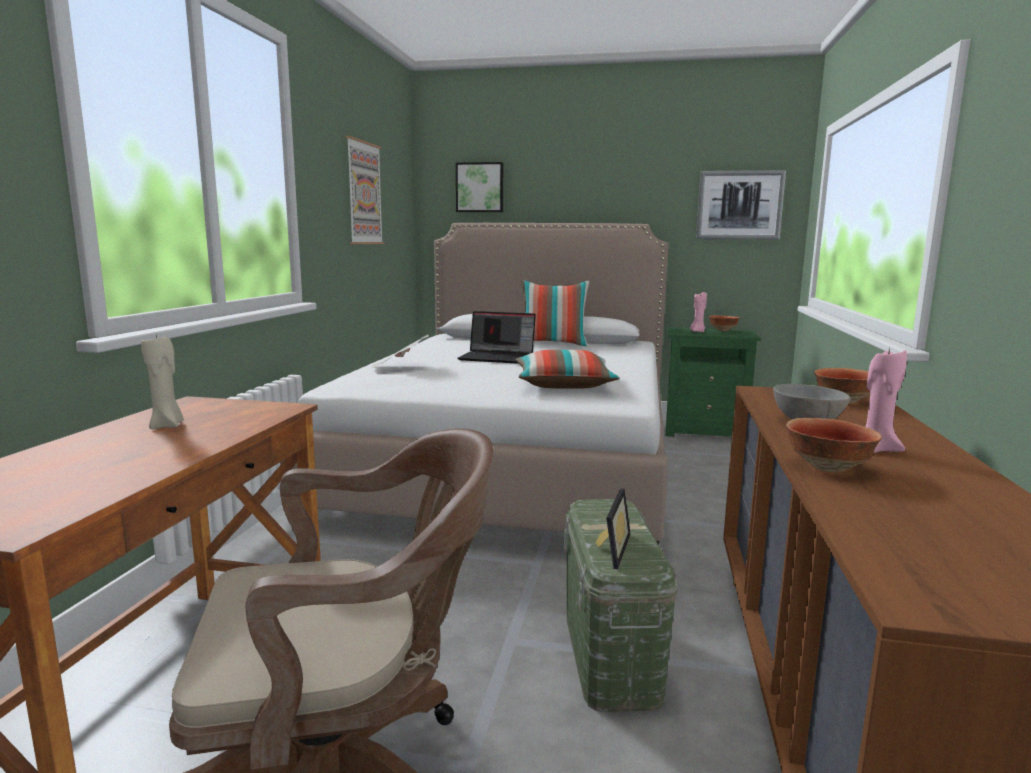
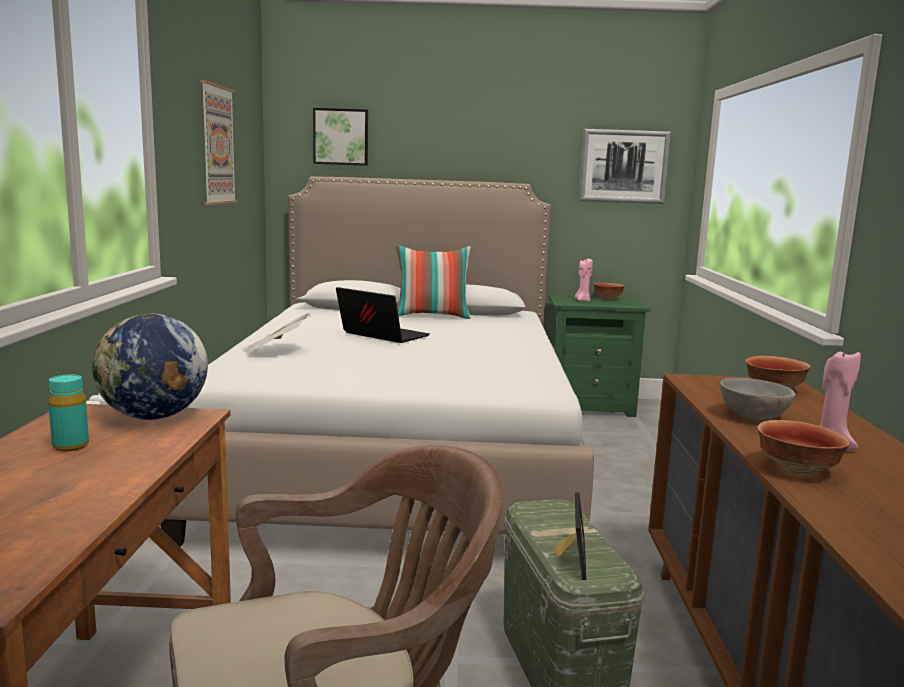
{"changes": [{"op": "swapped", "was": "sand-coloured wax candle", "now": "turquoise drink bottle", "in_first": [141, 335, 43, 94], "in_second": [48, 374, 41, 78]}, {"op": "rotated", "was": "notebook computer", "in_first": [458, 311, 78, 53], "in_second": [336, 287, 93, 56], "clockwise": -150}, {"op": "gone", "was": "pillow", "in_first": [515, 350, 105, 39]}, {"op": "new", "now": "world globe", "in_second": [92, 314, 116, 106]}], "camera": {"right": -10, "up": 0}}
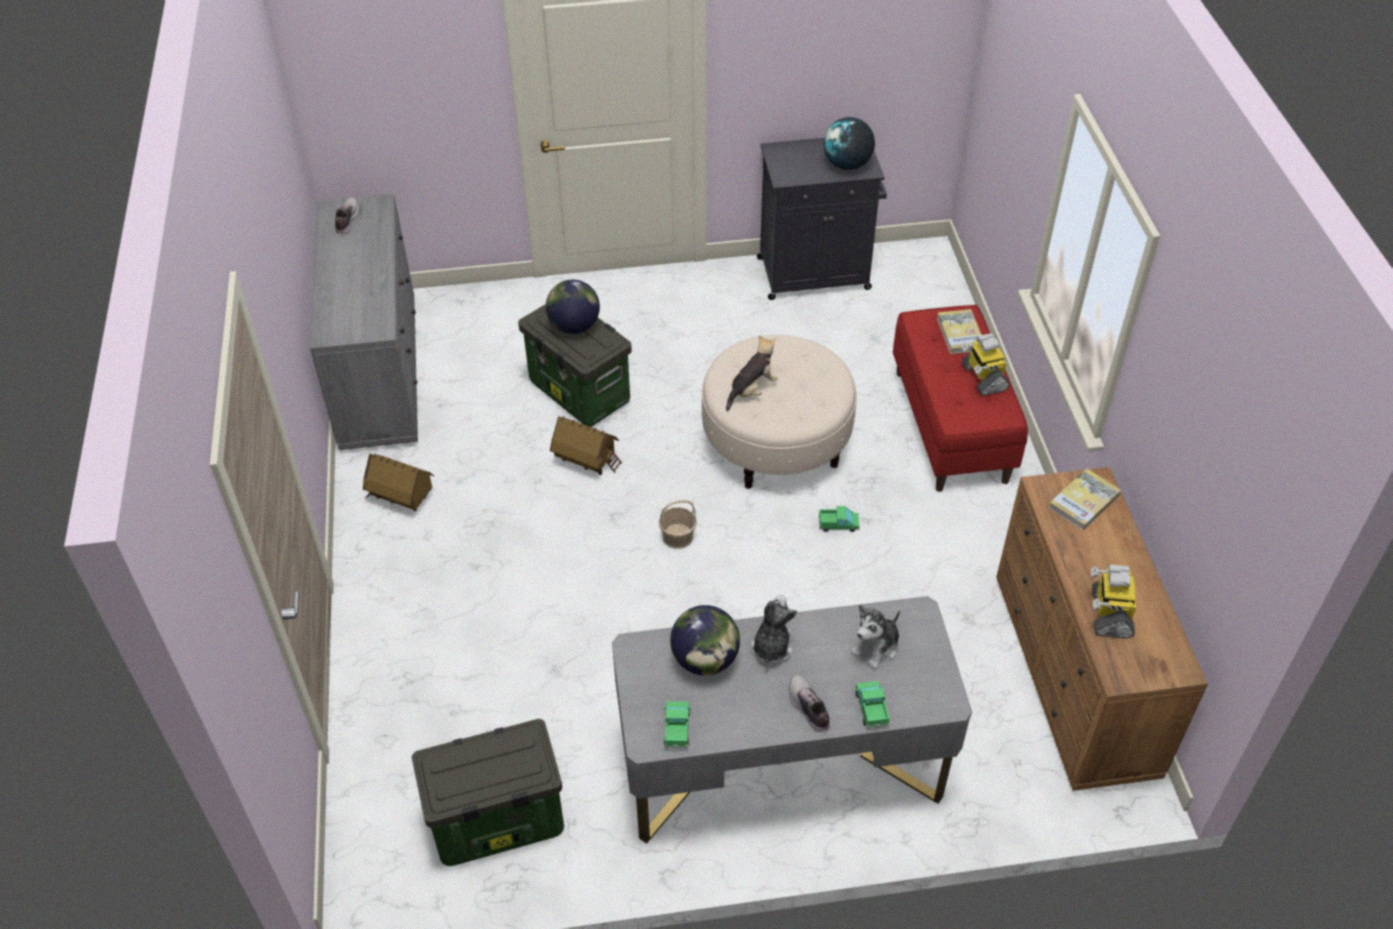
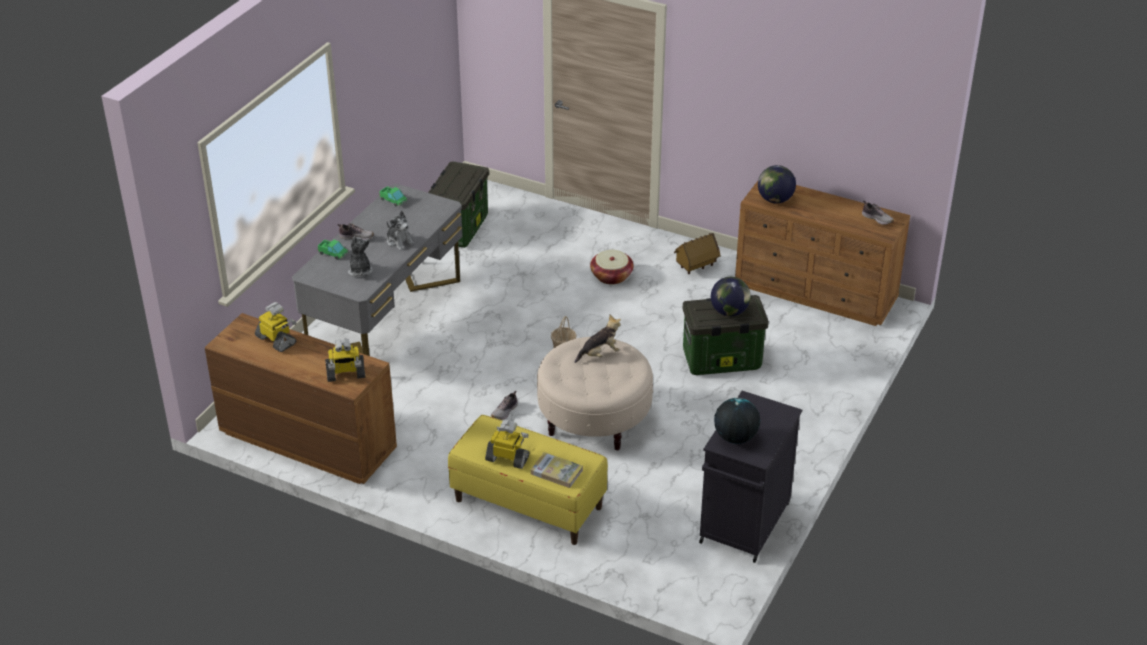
{"changes": [{"op": "repainted", "was": "gray chest of drawers", "now": "brownish chest of drawers", "in_first": [310, 194, 108, 256], "in_second": [735, 181, 175, 145]}, {"op": "gone", "was": "model house", "in_first": [550, 416, 72, 59]}, {"op": "shifted", "was": "world globe", "in_first": [670, 605, 70, 71], "in_second": [758, 165, 38, 38]}, {"op": "rotated", "was": "cuddly toy", "in_first": [726, 335, 52, 76], "in_second": [574, 315, 47, 48], "clockwise": -105}, {"op": "swapped", "was": "toy lorry", "now": "shoe", "in_first": [819, 506, 41, 26], "in_second": [491, 390, 27, 30]}, {"op": "repainted", "was": "reddish long seat", "now": "yellow-coloured long seat", "in_first": [893, 305, 135, 187], "in_second": [448, 415, 160, 130]}, {"op": "swapped", "was": "volume", "now": "robot figure", "in_first": [1049, 468, 72, 62], "in_second": [325, 339, 40, 43]}, {"op": "new", "now": "household basket", "in_second": [590, 250, 44, 34]}], "camera": {"right": 125, "up": -10}}
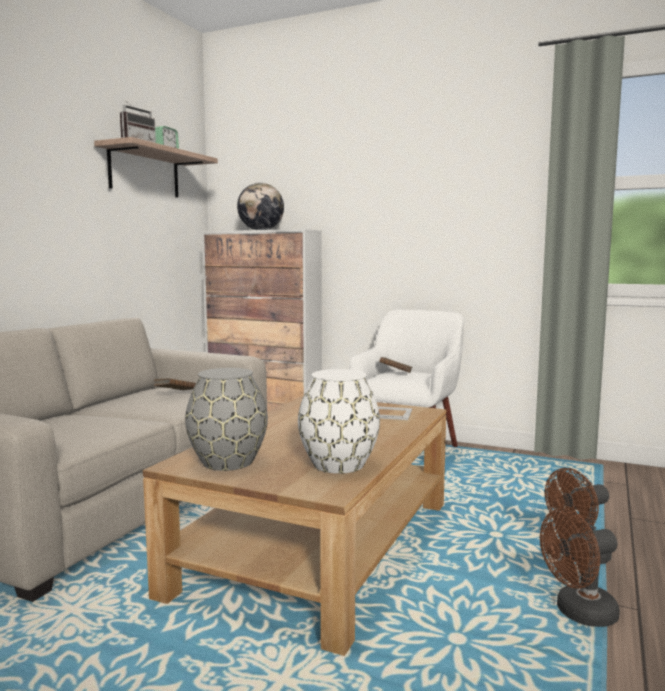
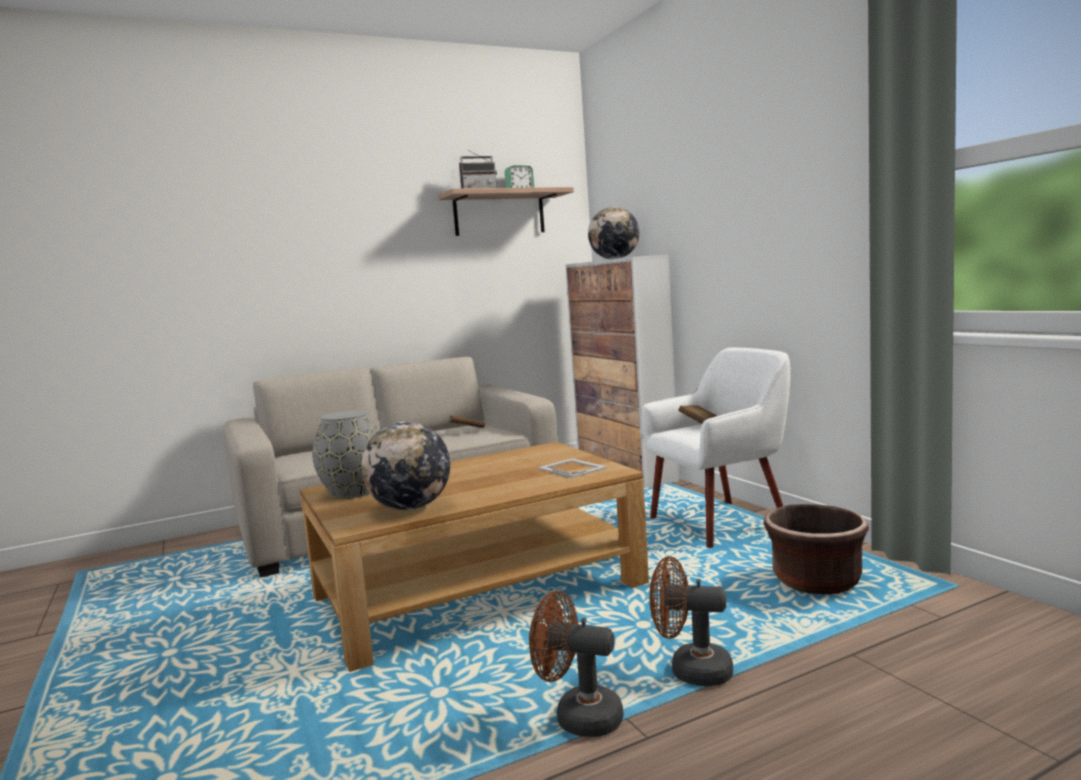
{"changes": [{"op": "swapped", "was": "white vase", "now": "world globe", "in_first": [298, 369, 82, 105], "in_second": [361, 422, 89, 88]}, {"op": "new", "now": "brownish planter", "in_second": [763, 504, 106, 90]}], "camera": {"right": 40, "up": 0}}
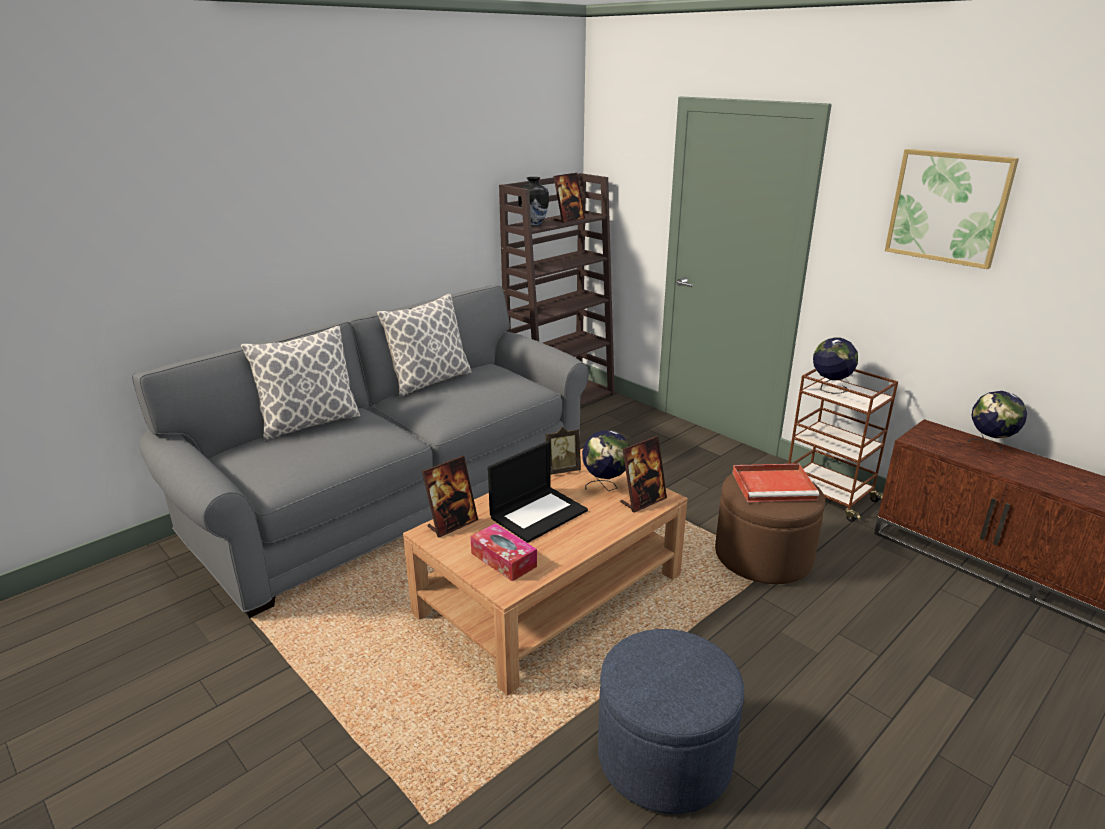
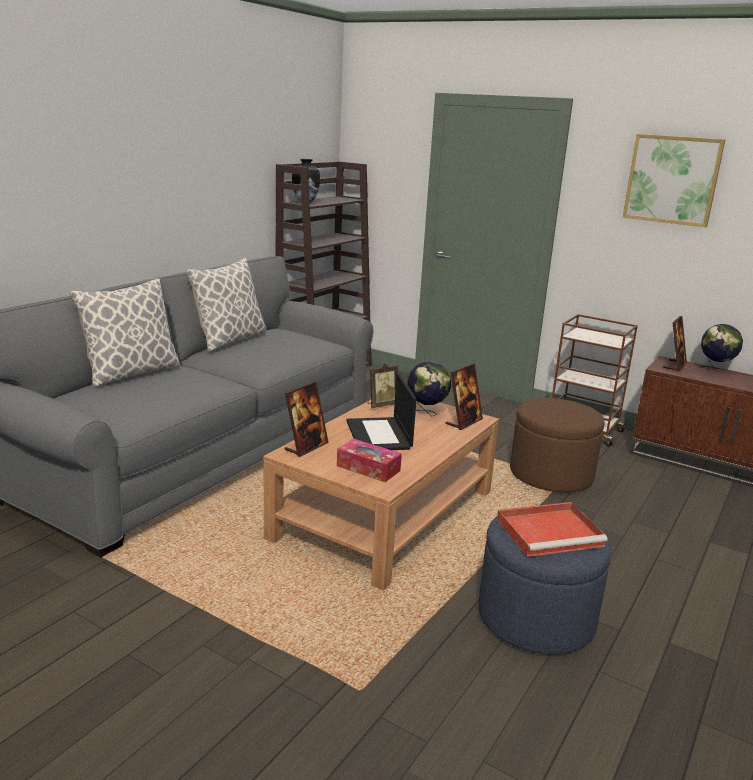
{"changes": [{"op": "rotated", "was": "notebook computer", "in_first": [488, 441, 100, 102], "in_second": [346, 373, 71, 77], "clockwise": 135}, {"op": "shifted", "was": "standing frame", "in_first": [554, 173, 31, 50], "in_second": [663, 316, 24, 55]}, {"op": "shifted", "was": "reddish carrying tray", "in_first": [733, 464, 86, 38], "in_second": [497, 502, 111, 55]}, {"op": "gone", "was": "world globe", "in_first": [813, 337, 45, 57]}], "camera": {"right": -15, "up": -5}}
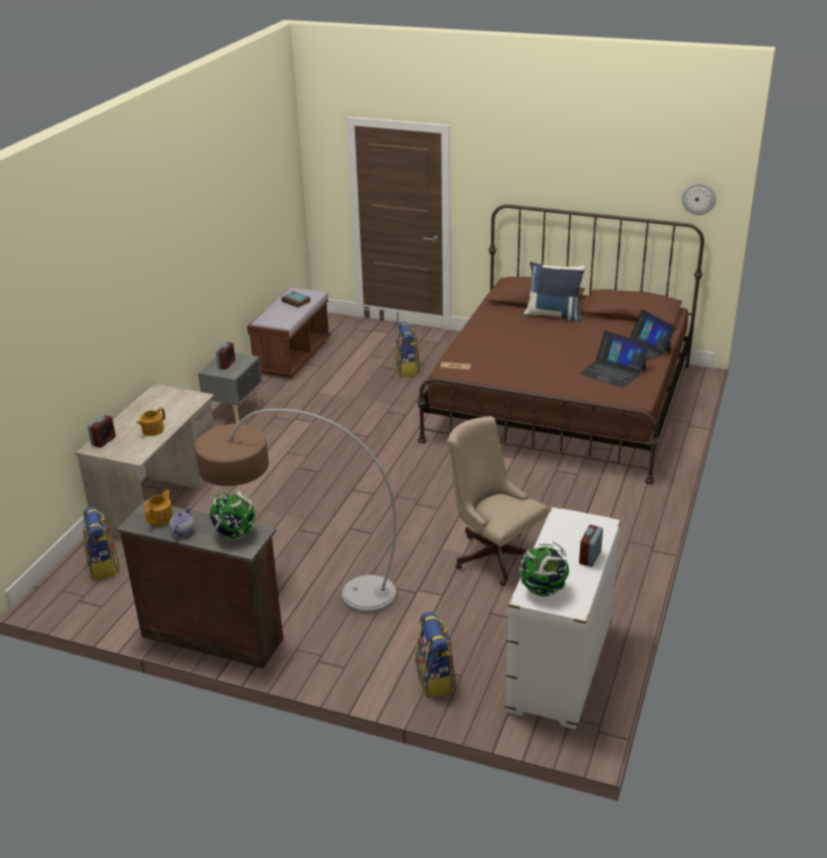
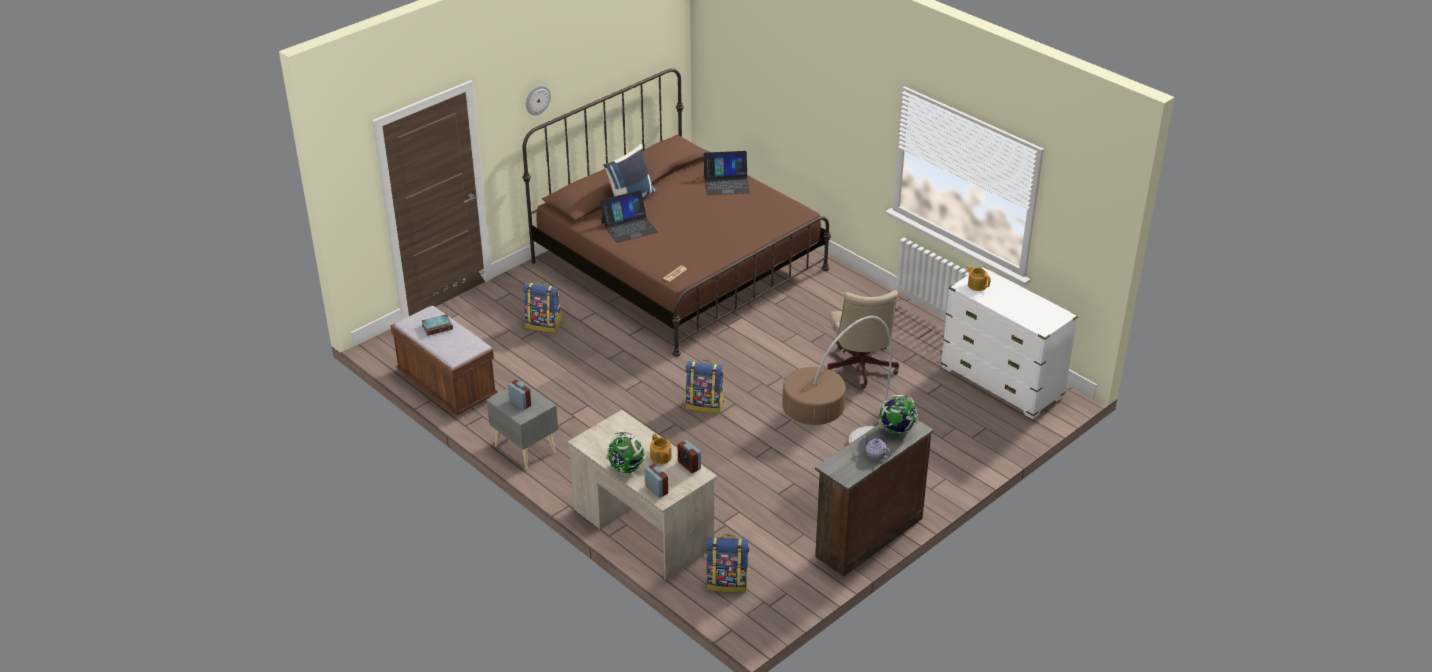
{"changes": [{"op": "shifted", "was": "tea pot", "in_first": [145, 490, 28, 36], "in_second": [967, 265, 24, 26]}, {"op": "shifted", "was": "backpack", "in_first": [415, 612, 41, 86], "in_second": [686, 360, 38, 53]}, {"op": "rotated", "was": "sand-coloured office chair", "in_first": [447, 416, 101, 170], "in_second": [827, 290, 72, 99], "clockwise": -75}, {"op": "shifted", "was": "world globe", "in_first": [519, 542, 50, 55], "in_second": [606, 432, 39, 42]}, {"op": "shifted", "was": "notebook computer", "in_first": [579, 331, 70, 57], "in_second": [600, 190, 58, 53]}, {"op": "shifted", "was": "bedside clock", "in_first": [579, 525, 24, 42], "in_second": [678, 440, 23, 33]}, {"op": "shifted", "was": "wall clock", "in_first": [682, 183, 34, 32], "in_second": [526, 85, 25, 30]}], "camera": {"right": -65, "up": 5}}
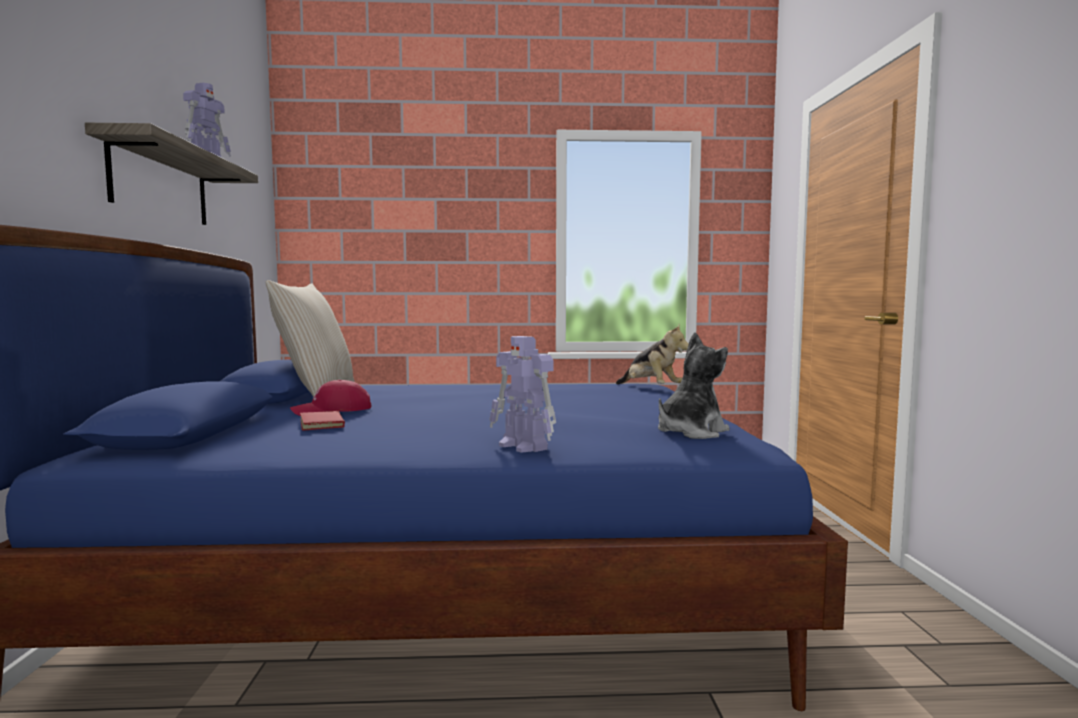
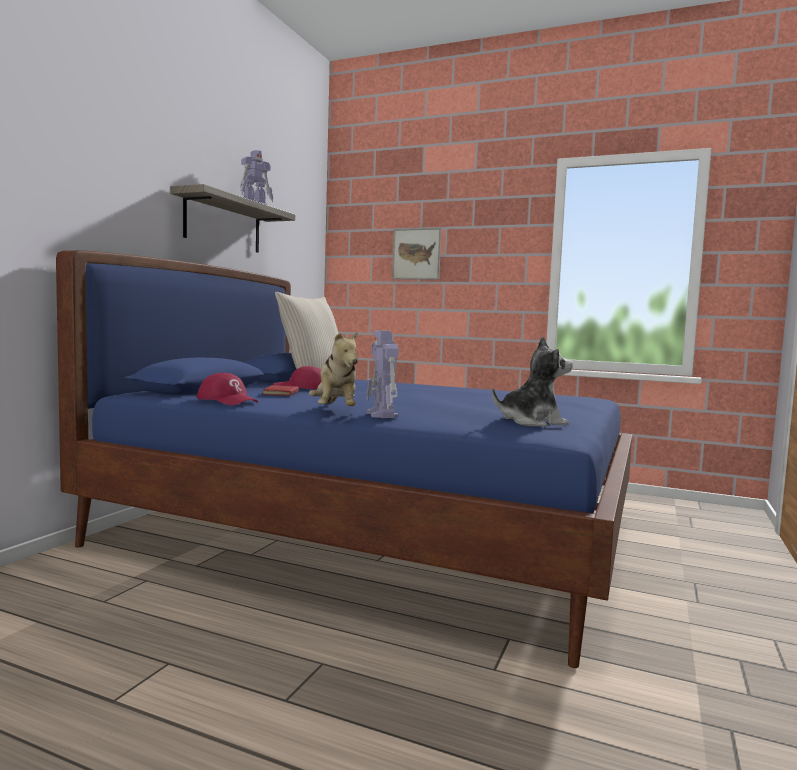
{"changes": [{"op": "shifted", "was": "cuddly toy", "in_first": [616, 324, 73, 60], "in_second": [309, 331, 49, 75]}, {"op": "new", "now": "reddish peaked cap", "in_second": [197, 372, 61, 33]}, {"op": "new", "now": "picture", "in_second": [392, 228, 49, 52]}], "camera": {"right": 25, "up": 0}}
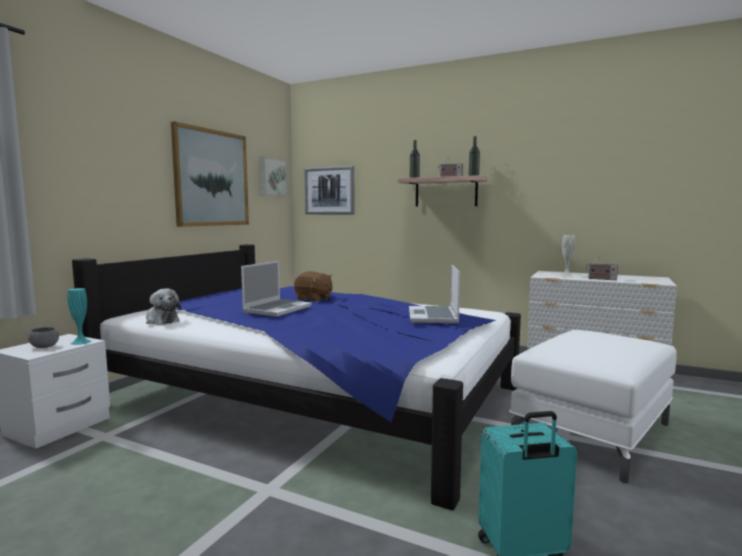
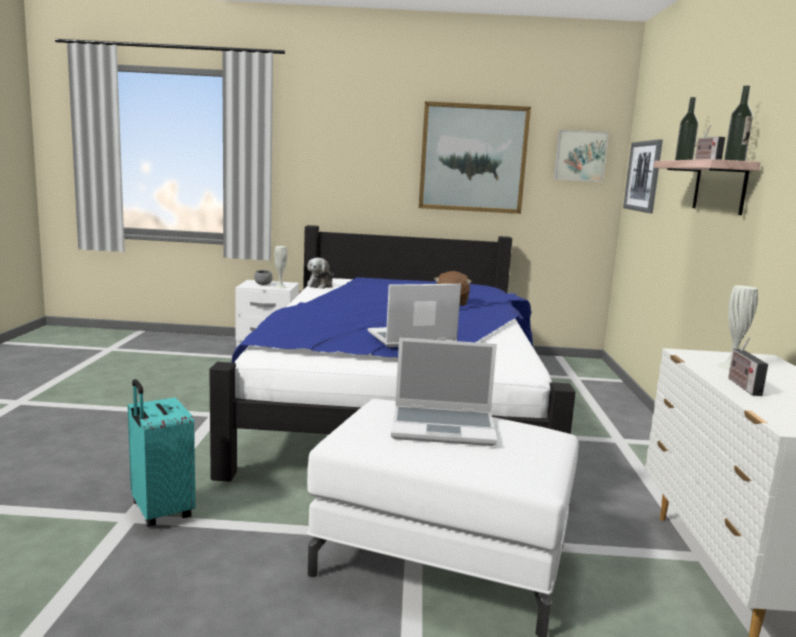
{"changes": [{"op": "repainted", "was": "turquoise vase", "now": "white vase", "in_first": [68, 288, 23, 57], "in_second": [273, 246, 14, 43]}, {"op": "shifted", "was": "notebook computer", "in_first": [241, 261, 71, 56], "in_second": [391, 338, 106, 108]}], "camera": {"right": 65, "up": 5}}
